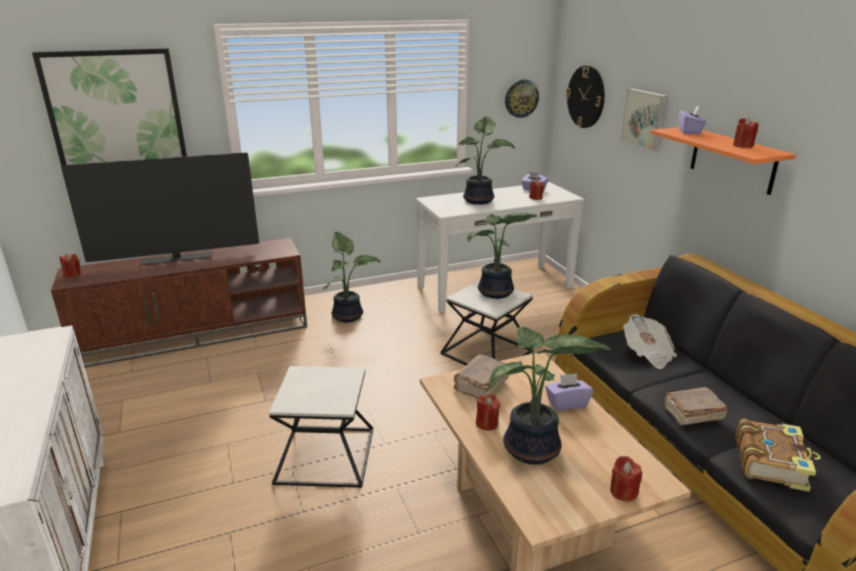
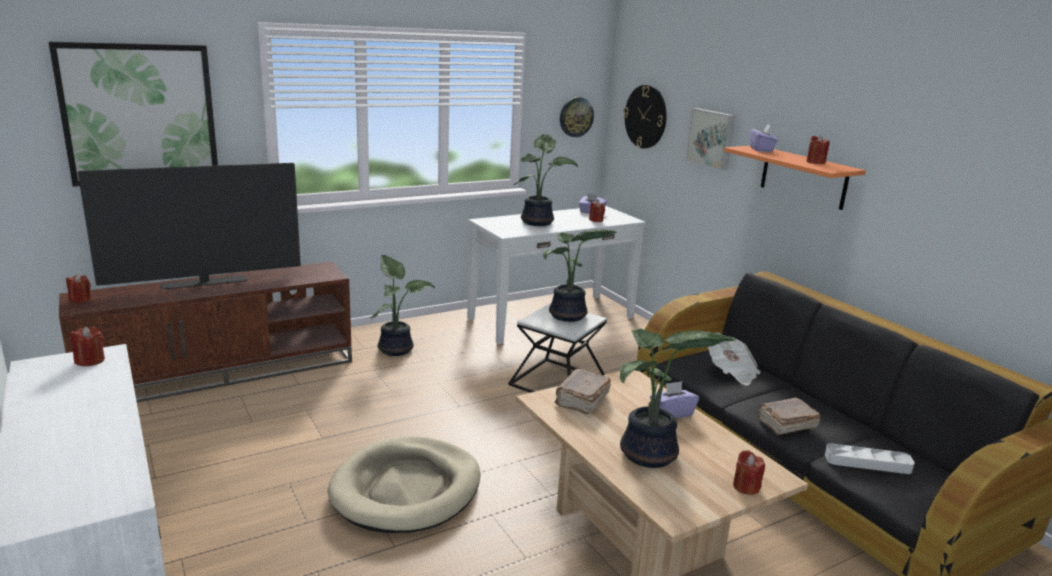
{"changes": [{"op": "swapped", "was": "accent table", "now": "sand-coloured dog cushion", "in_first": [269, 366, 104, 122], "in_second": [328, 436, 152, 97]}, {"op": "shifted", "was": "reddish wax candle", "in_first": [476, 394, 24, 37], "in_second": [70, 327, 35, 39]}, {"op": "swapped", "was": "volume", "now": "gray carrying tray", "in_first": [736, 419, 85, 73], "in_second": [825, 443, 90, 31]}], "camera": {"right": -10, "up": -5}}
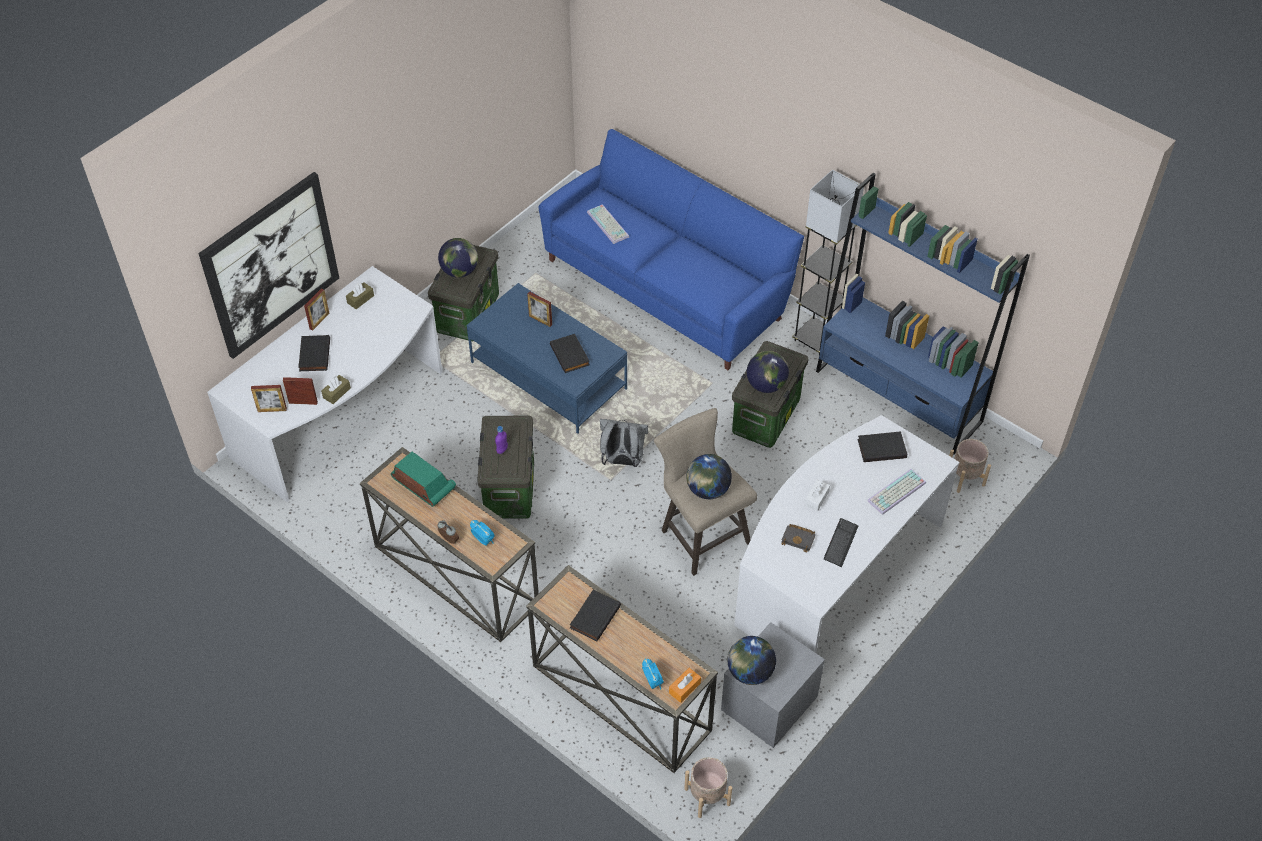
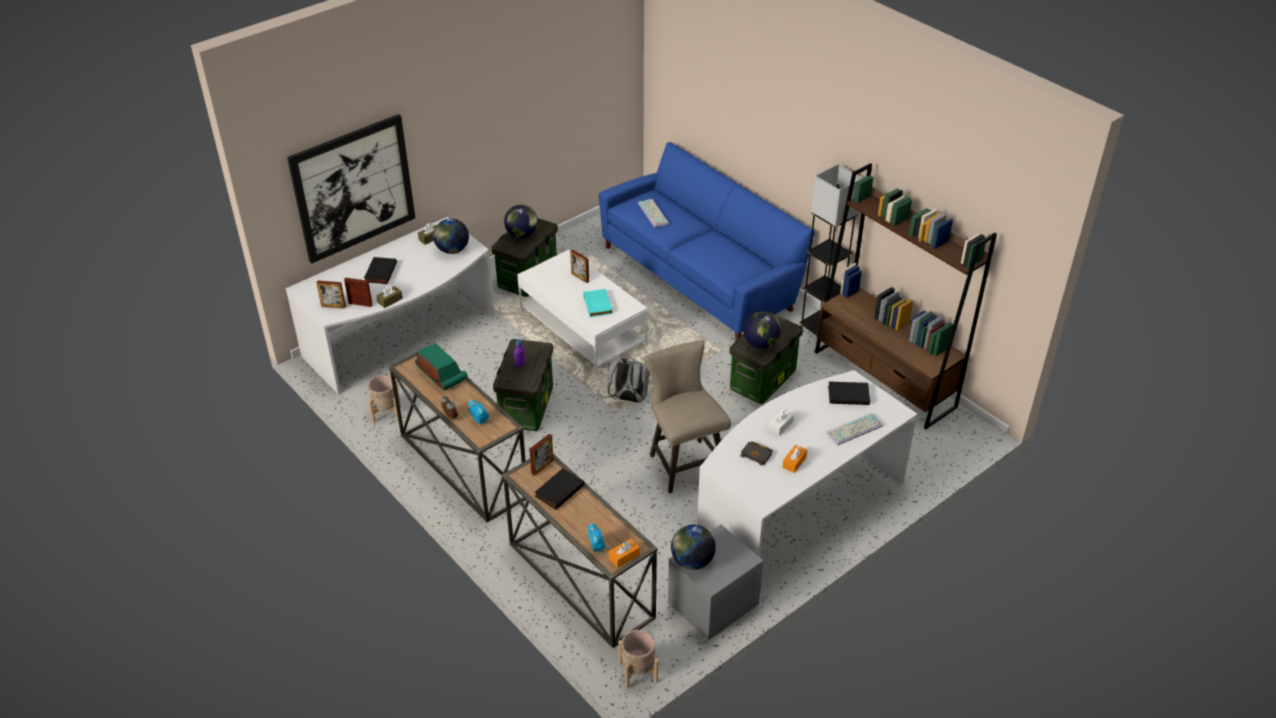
{"changes": [{"op": "shifted", "was": "standing frame", "in_first": [304, 288, 26, 43], "in_second": [529, 434, 24, 41]}, {"op": "repainted", "was": "bluish coffee table", "now": "white coffee table", "in_first": [466, 283, 161, 151], "in_second": [517, 250, 131, 124]}, {"op": "repainted", "was": "black-coloured volume", "now": "turquoise volume", "in_first": [550, 334, 40, 39], "in_second": [583, 289, 30, 28]}, {"op": "shifted", "was": "world globe", "in_first": [686, 454, 46, 45], "in_second": [433, 218, 36, 36]}, {"op": "repainted", "was": "bluish bookcase", "now": "brownish bookcase", "in_first": [816, 172, 214, 282], "in_second": [815, 163, 182, 266]}, {"op": "swapped", "was": "PC keyboard", "now": "orange-coloured tissue box", "in_first": [824, 518, 34, 49], "in_second": [782, 445, 25, 28]}, {"op": "shifted", "was": "sand-coloured planter", "in_first": [949, 439, 42, 54], "in_second": [368, 375, 32, 48]}], "camera": {"right": 10, "up": -10}}
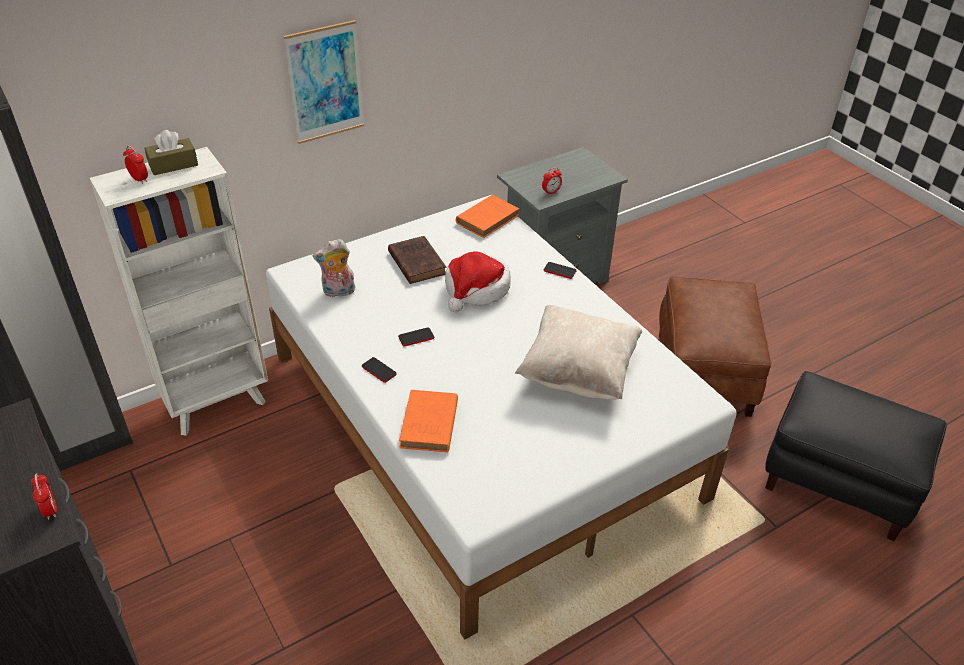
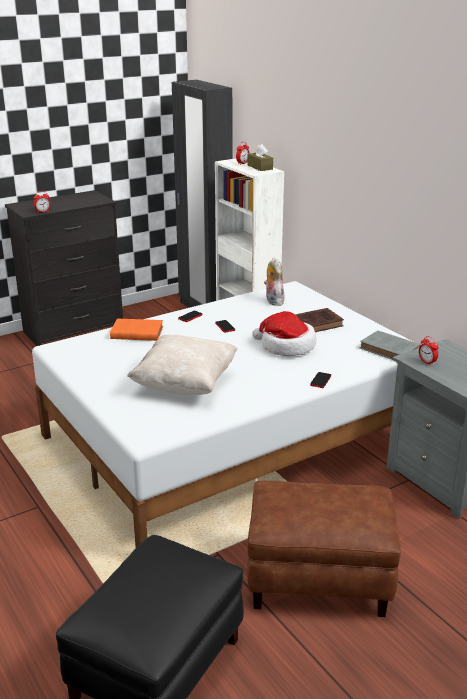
{"changes": [{"op": "gone", "was": "picture", "in_first": [283, 20, 81, 124]}, {"op": "repainted", "was": "orange-coloured volume", "now": "gray volume", "in_first": [456, 195, 63, 43], "in_second": [360, 330, 61, 30]}], "camera": {"right": 90, "up": -15}}
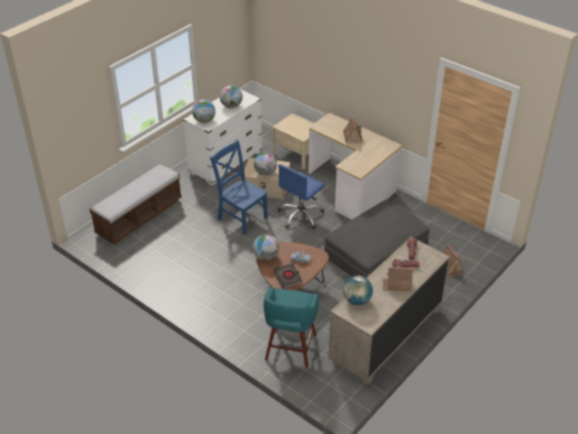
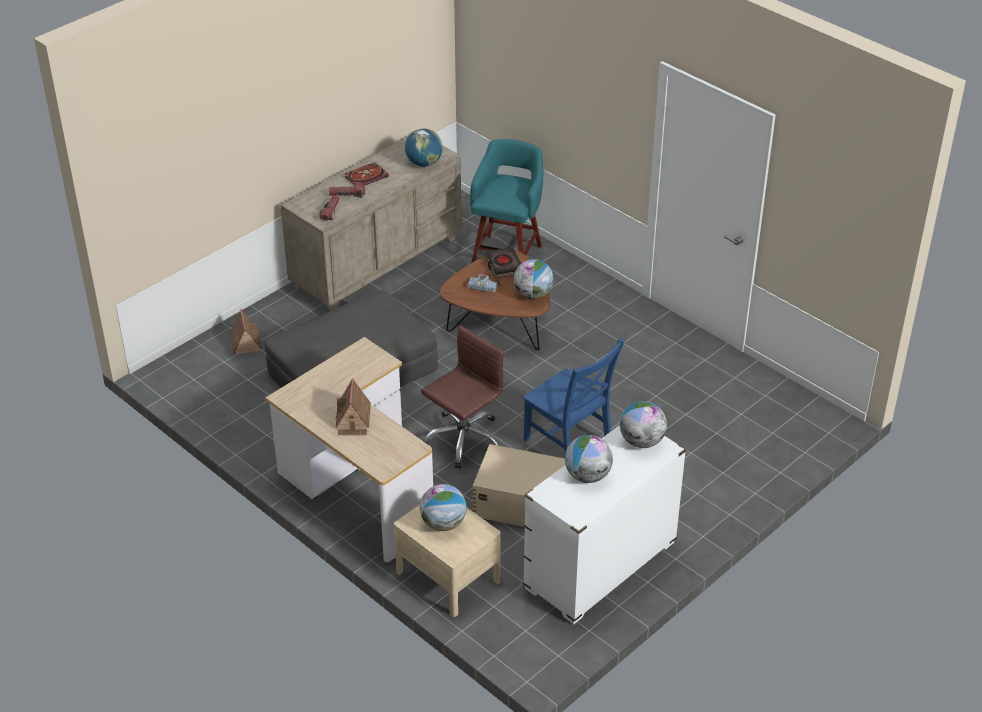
{"changes": [{"op": "gone", "was": "long seat", "in_first": [89, 163, 93, 81]}, {"op": "shifted", "was": "world globe", "in_first": [254, 152, 23, 24], "in_second": [420, 484, 46, 47]}, {"op": "repainted", "was": "bluish office chair", "now": "brownish office chair", "in_first": [278, 164, 47, 65], "in_second": [421, 325, 83, 144]}, {"op": "swapped", "was": "model house", "now": "volume", "in_first": [383, 266, 30, 26], "in_second": [345, 162, 44, 24]}], "camera": {"right": -175, "up": 0}}
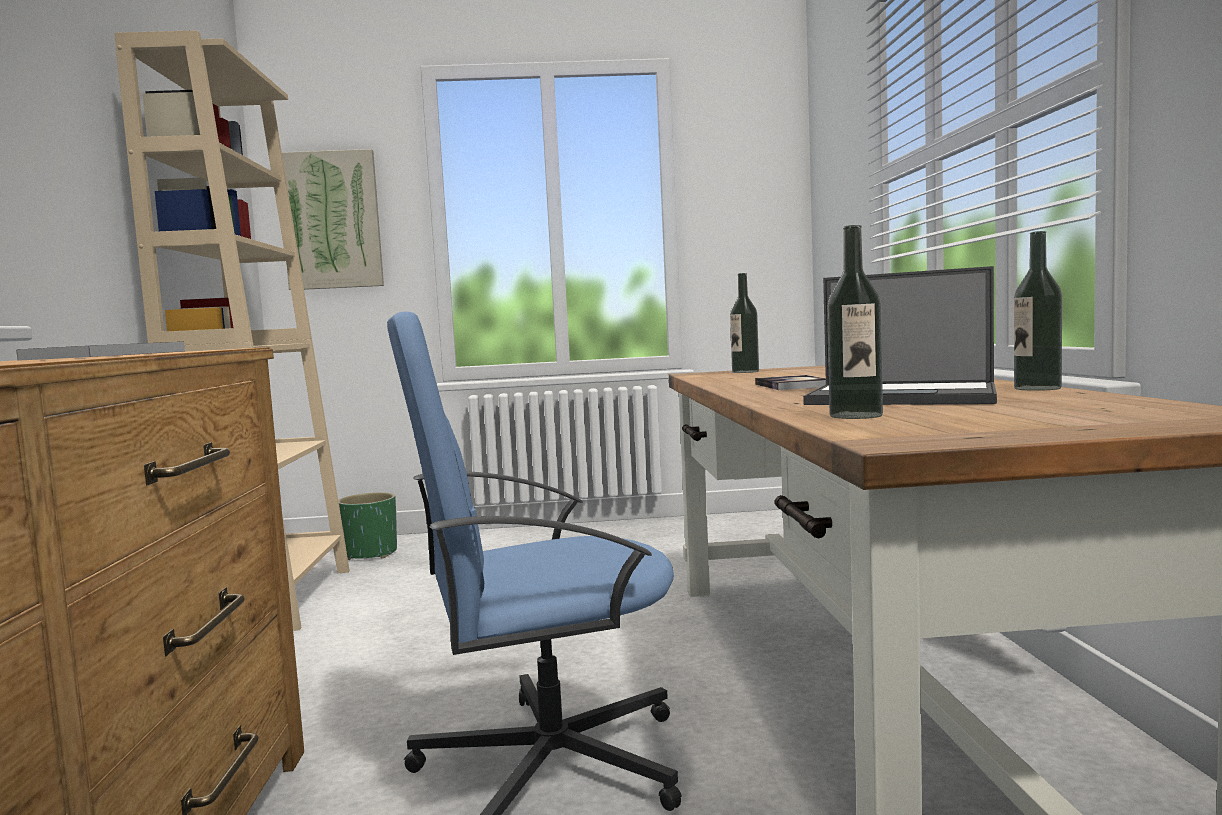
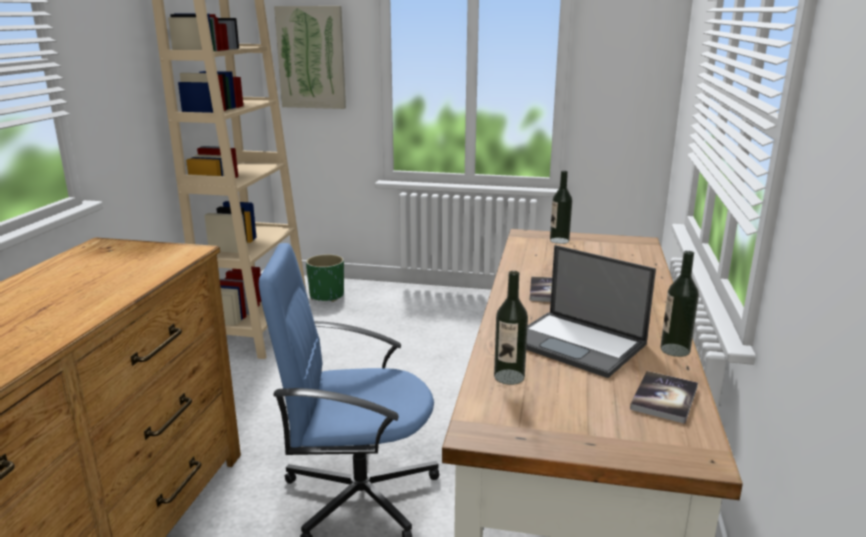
{"changes": [{"op": "shifted", "was": "volume", "in_first": [16, 342, 169, 19], "in_second": [630, 371, 68, 53]}], "camera": {"right": 15, "up": 15}}
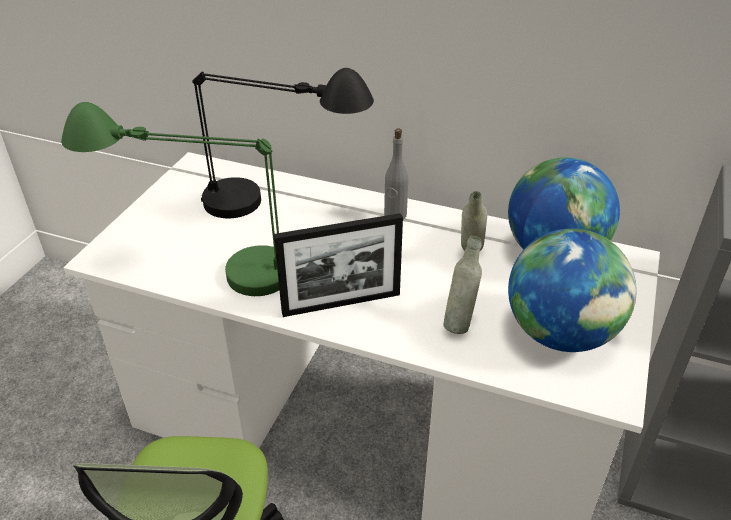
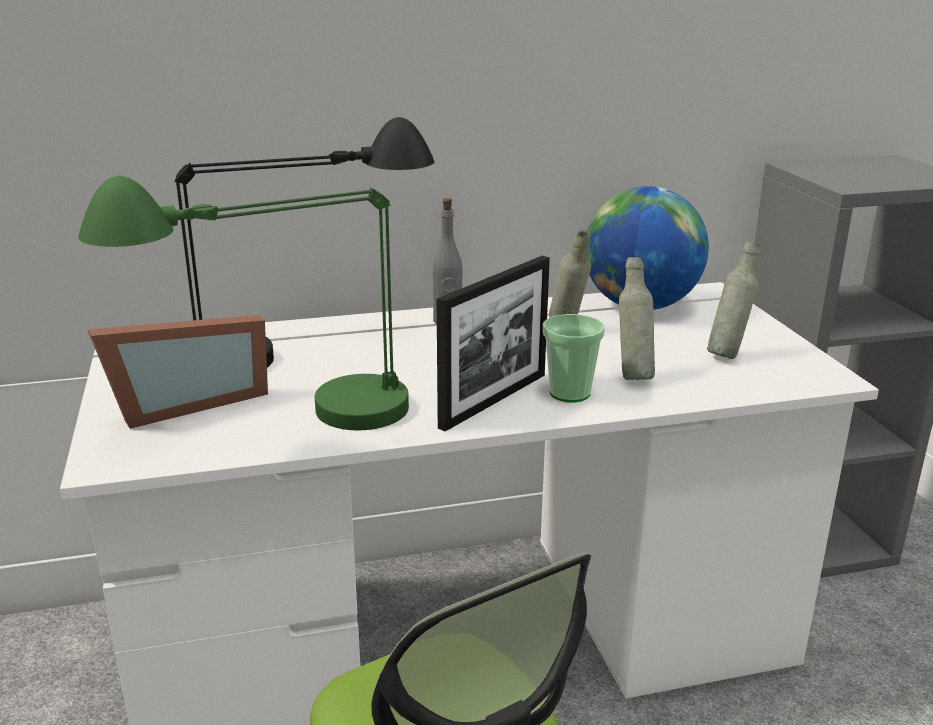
{"changes": [{"op": "swapped", "was": "world globe", "now": "gray drink bottle", "in_first": [508, 228, 129, 124], "in_second": [707, 241, 53, 118]}, {"op": "new", "now": "standing frame", "in_second": [88, 315, 180, 114]}, {"op": "new", "now": "drinking cup", "in_second": [543, 314, 62, 89]}], "camera": {"right": -35, "up": -15}}
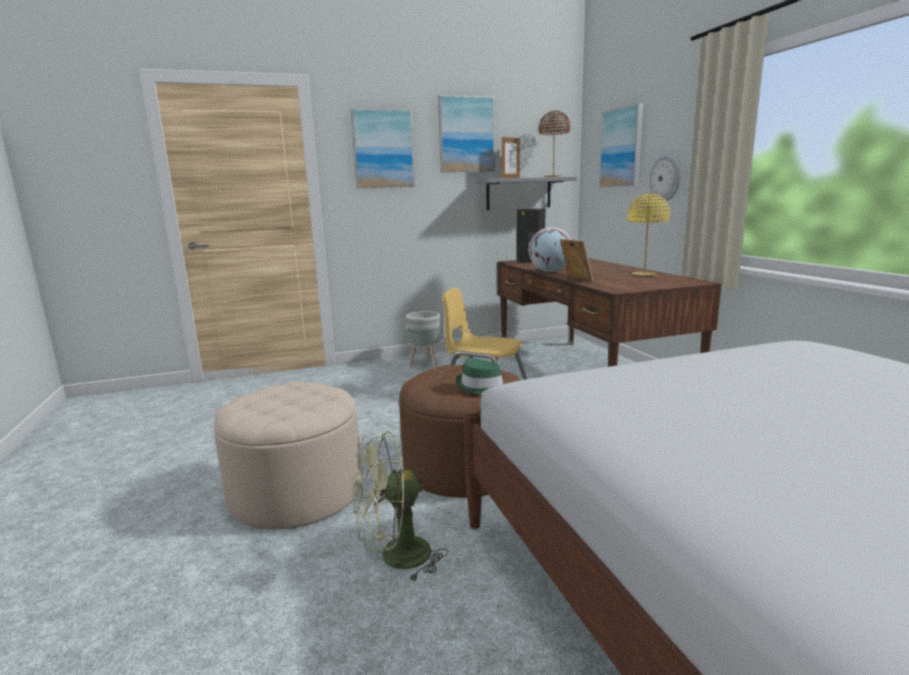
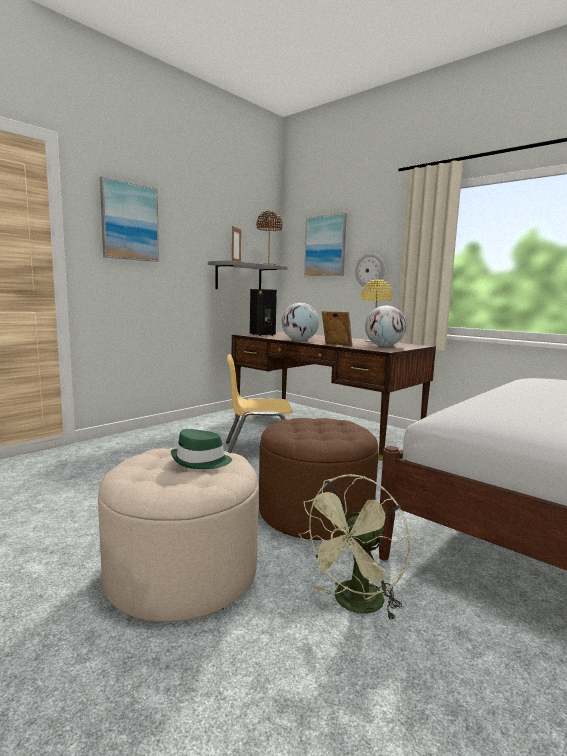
{"changes": [{"op": "gone", "was": "gray planter", "in_first": [406, 311, 34, 57]}, {"op": "gone", "was": "picture", "in_first": [438, 95, 57, 77]}, {"op": "shifted", "was": "green hat", "in_first": [456, 358, 49, 36], "in_second": [171, 429, 61, 40]}, {"op": "new", "now": "world globe", "in_second": [365, 306, 41, 40]}], "camera": {"right": -30, "up": -5}}
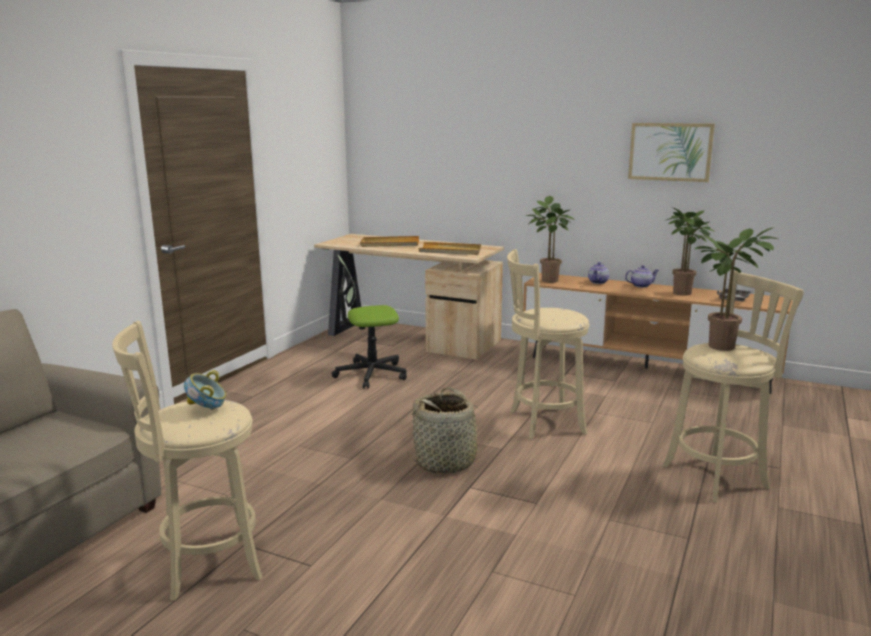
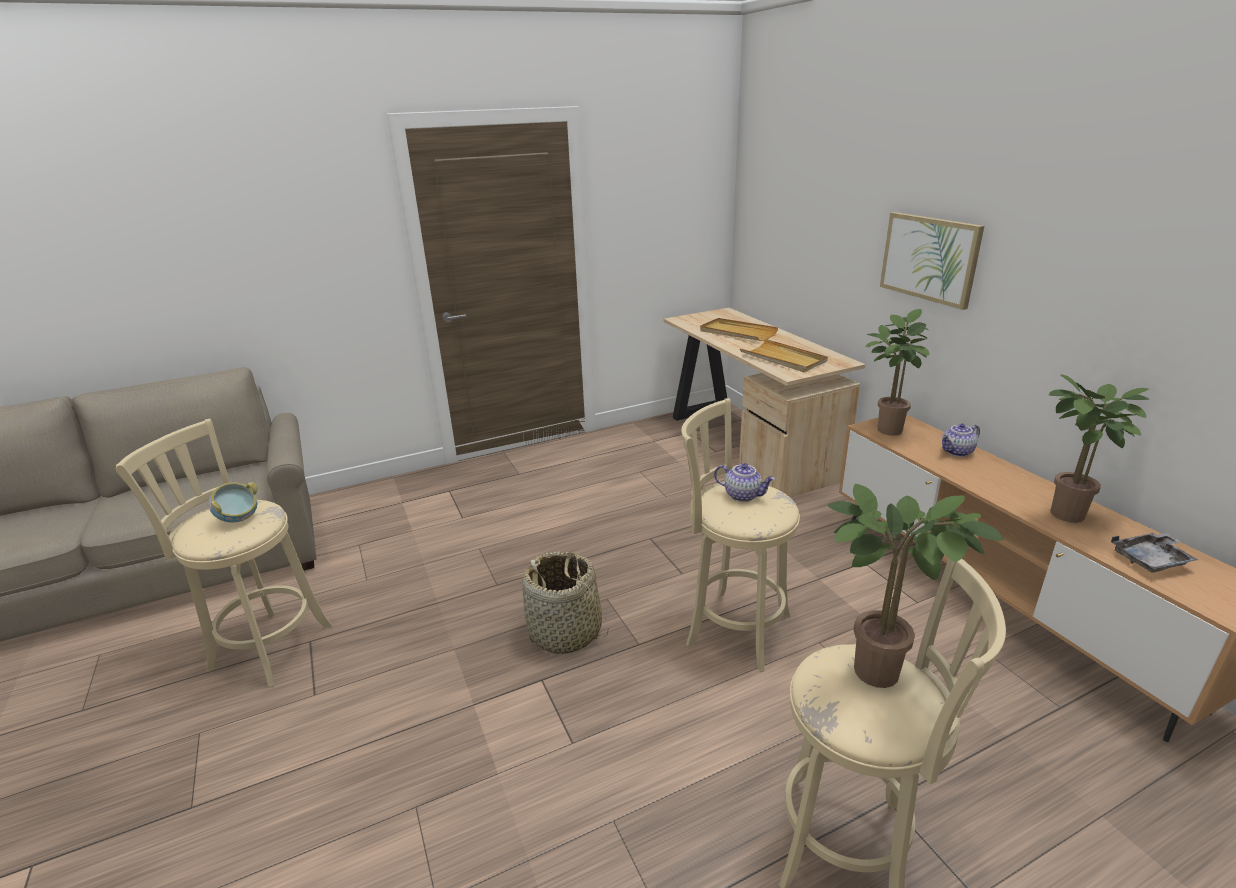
{"changes": [{"op": "gone", "was": "office chair", "in_first": [332, 255, 75, 134]}, {"op": "shifted", "was": "tea pot", "in_first": [625, 265, 34, 23], "in_second": [714, 463, 61, 39]}, {"op": "shifted", "was": "picture", "in_first": [628, 123, 87, 59], "in_second": [880, 212, 104, 98]}], "camera": {"right": 40, "up": 10}}
